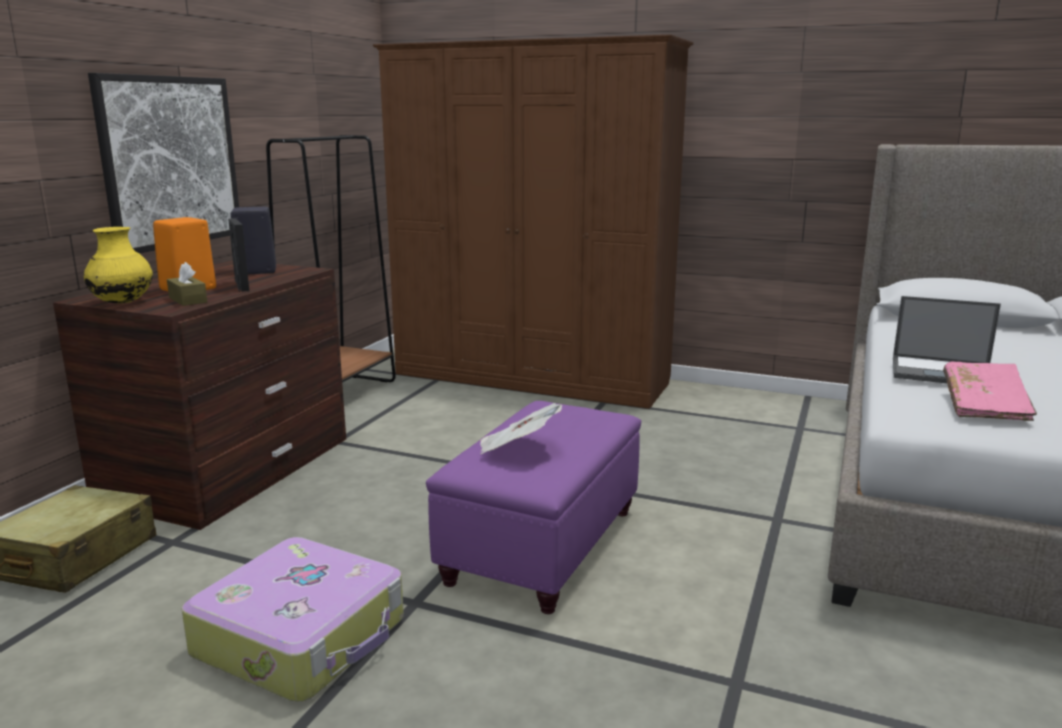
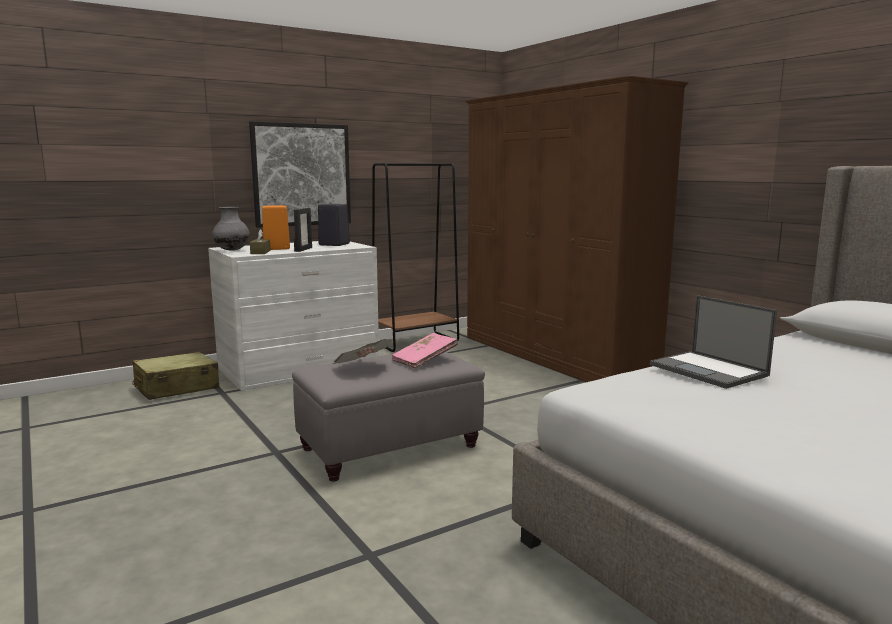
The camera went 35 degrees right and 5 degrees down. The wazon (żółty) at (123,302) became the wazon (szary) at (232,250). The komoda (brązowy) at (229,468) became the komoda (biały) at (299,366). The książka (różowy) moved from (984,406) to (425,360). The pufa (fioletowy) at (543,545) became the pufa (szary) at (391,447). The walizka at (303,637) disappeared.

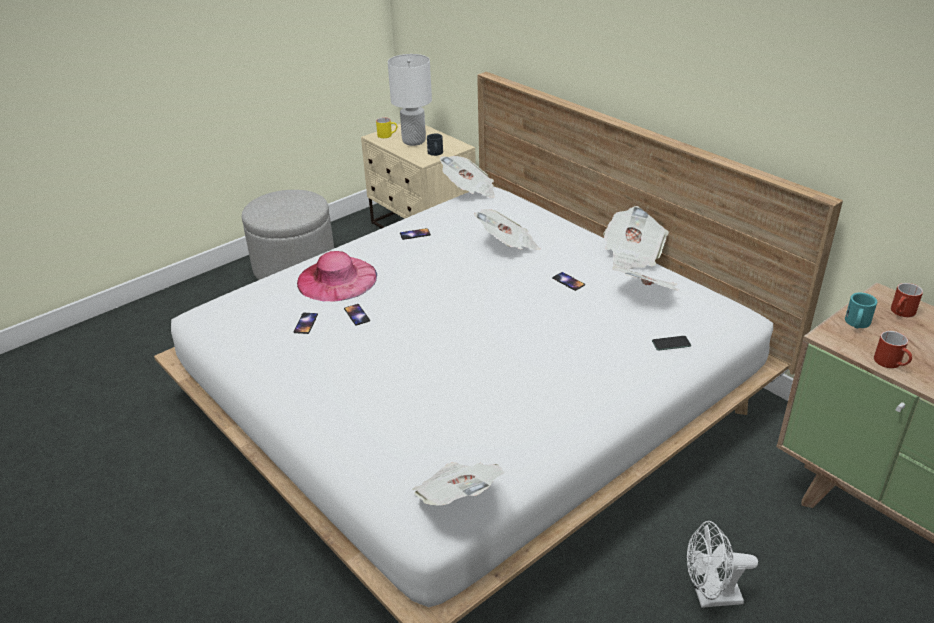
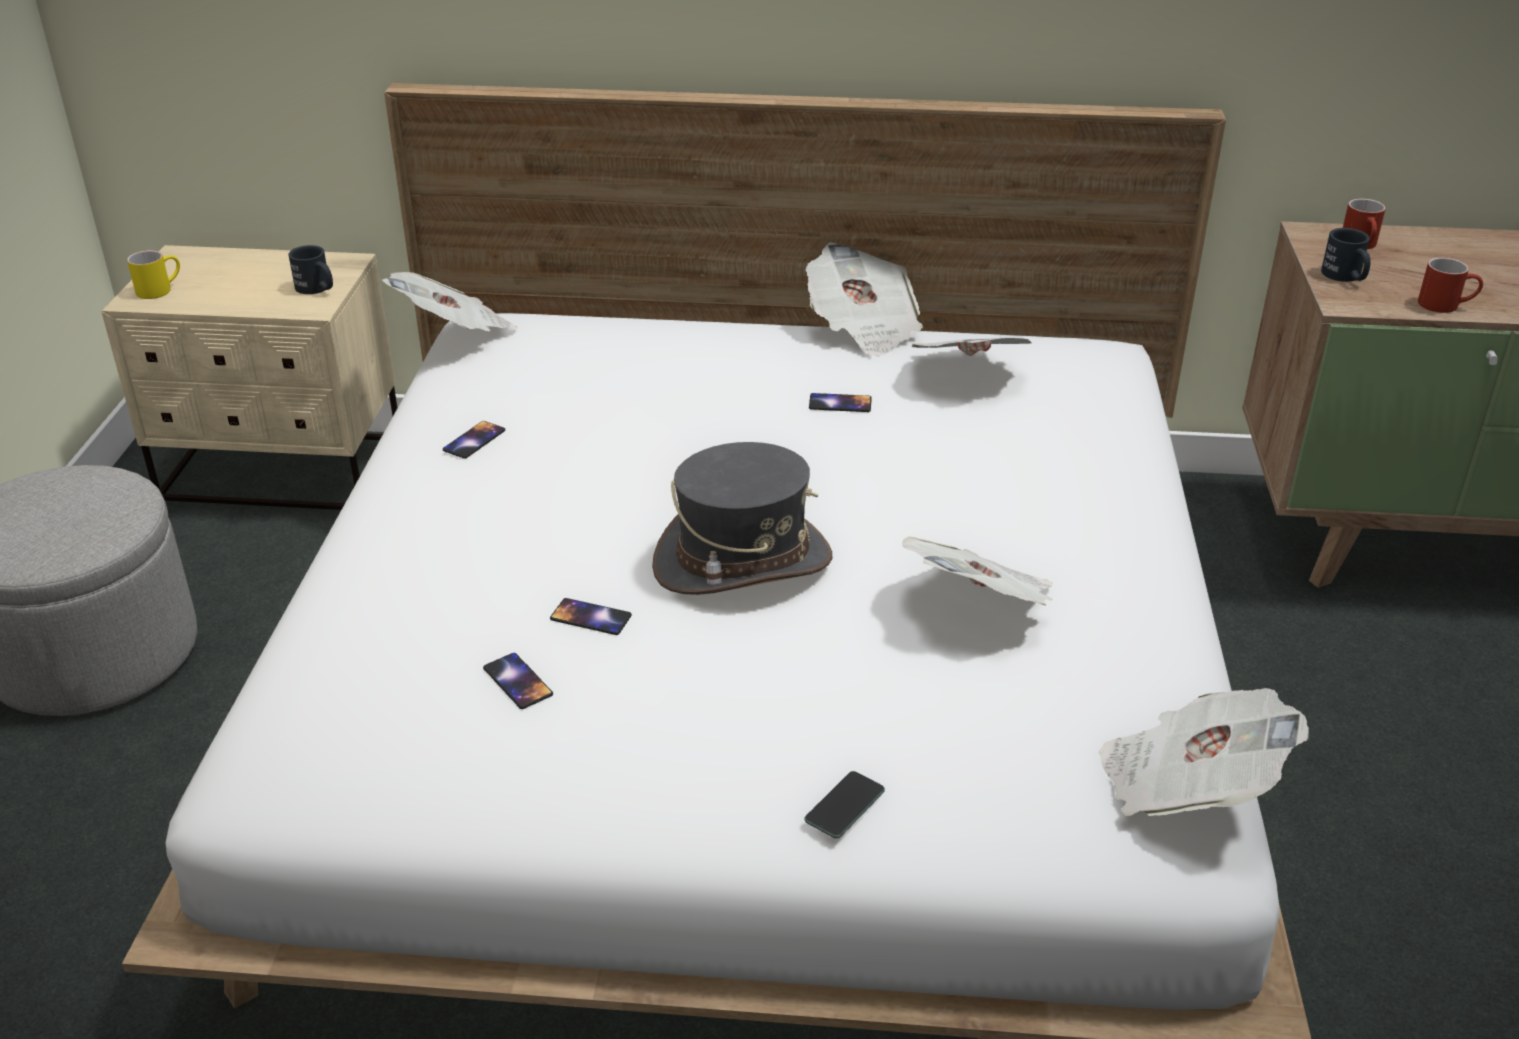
The camera went 45 degrees left and 0 degrees up. The lampa stołowa (biały) at (414,143) disappeared. The gazeta moved from (508,245) to (981,604). The kapelusz (różowy) at (337,279) disappeared. The kubek (turkusowy) at (857,324) became the kubek (czarny) at (1345,277). The telefon moved from (671,343) to (844,805). The wentylator (biały) at (710,597) disappeared. The kapelusz (szary) at (742,562) appeared.

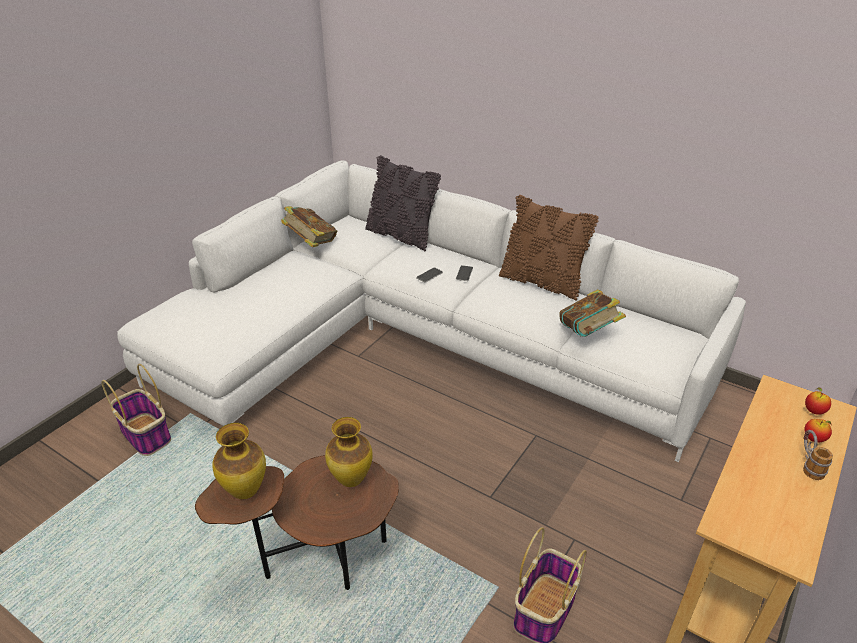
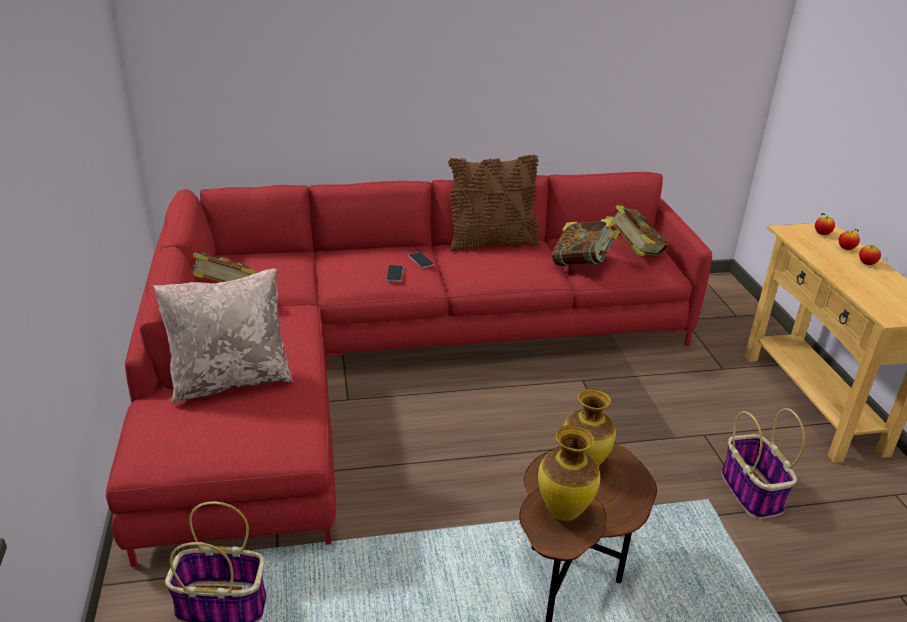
The camera went 45 degrees left and 5 degrees down. The poduszka (czarny) at (401,236) disappeared. The kanapa (biały) at (414,343) became the kanapa (czerwony) at (385,362). The kubek at (808,465) was replaced by the jabłko at (866,264). The książka at (633,252) appeared. The poduszka (beżowy) at (231,380) appeared.

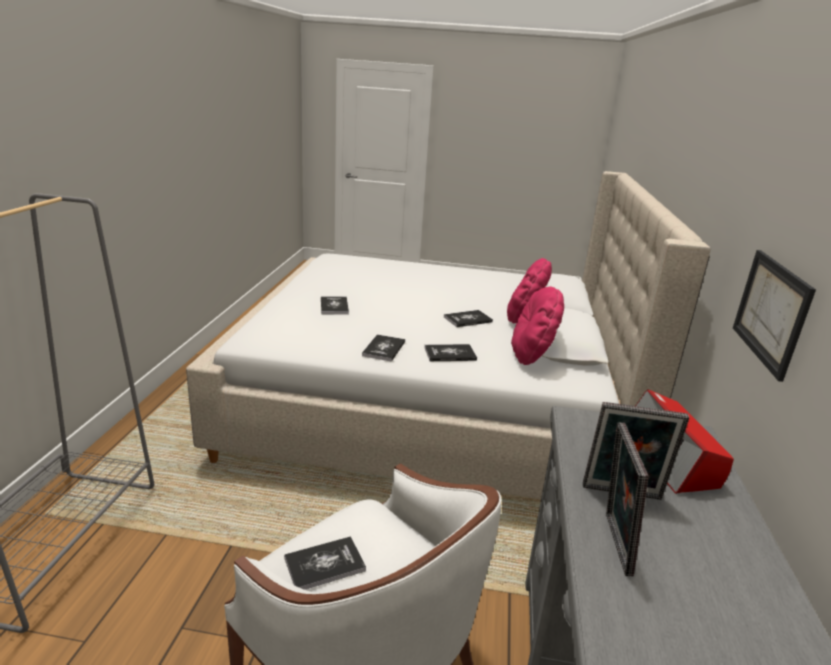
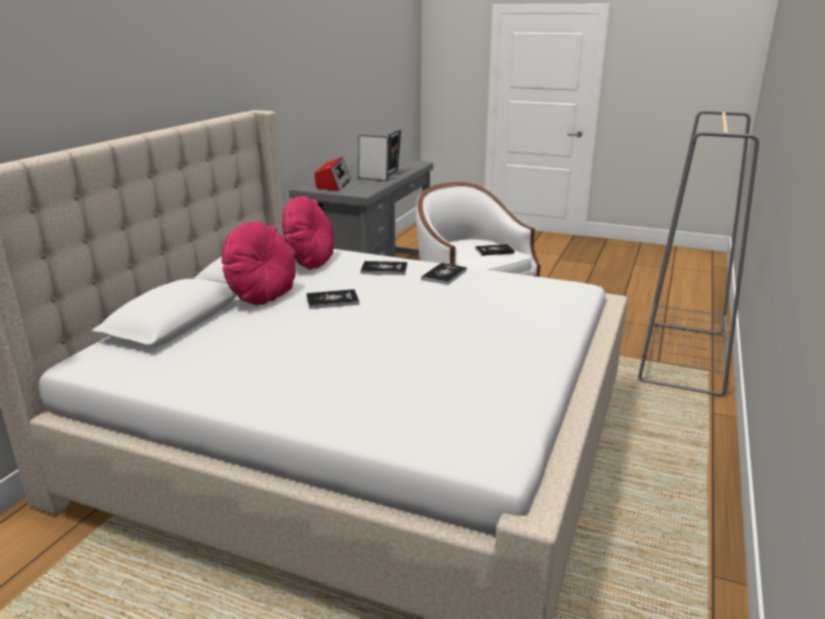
The camera went 165 degrees left and 0 degrees up. The obraz at (771,311) disappeared. The książka at (334,306) disappeared.

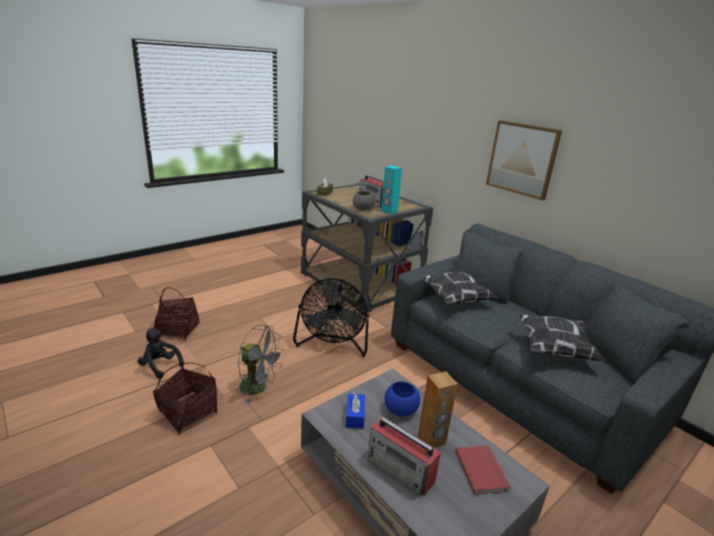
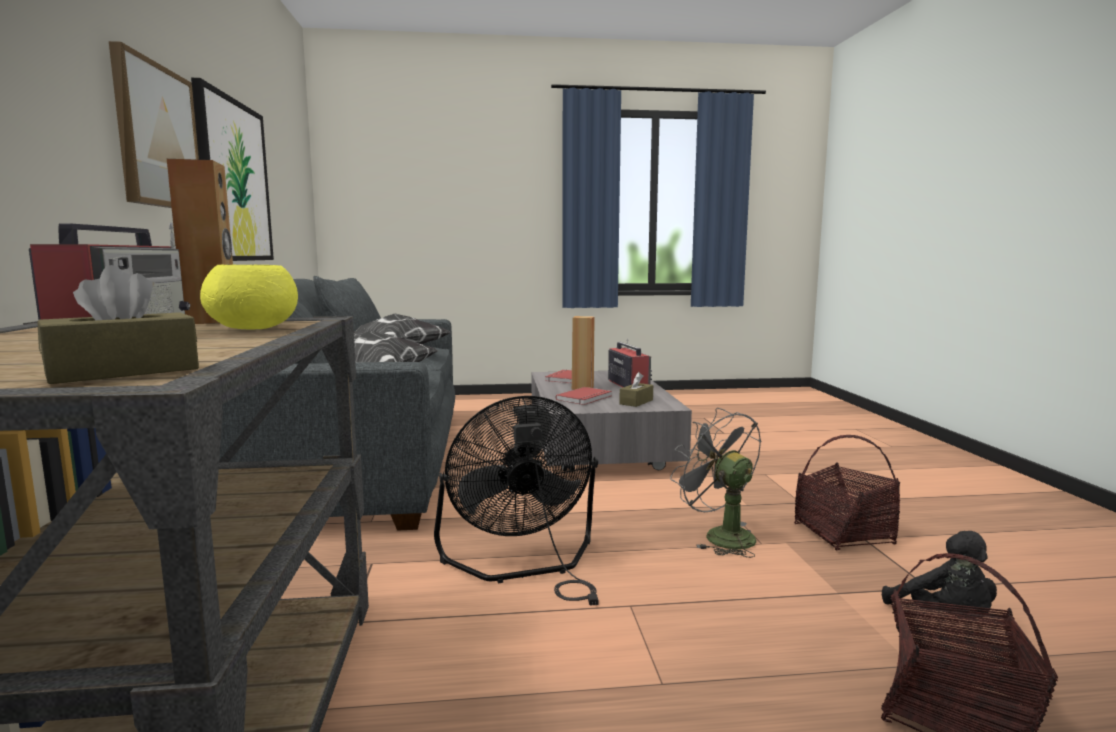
The camera went 145 degrees left and 15 degrees down. The głośnik (turkusowy) at (389,211) became the głośnik (brązowy) at (212,321). The miska (szary) at (362,209) became the miska (żółty) at (255,328). The wentylator (czarny) at (330,343) turned 60 degrees counterclockwise. The miska (niebieski) at (400,410) was replaced by the książka (czerwony) at (585,398). The pudełko chusteczek (niebieski) at (355,416) became the pudełko chusteczek (brązowy) at (636,402). The obraz at (234,181) appeared.

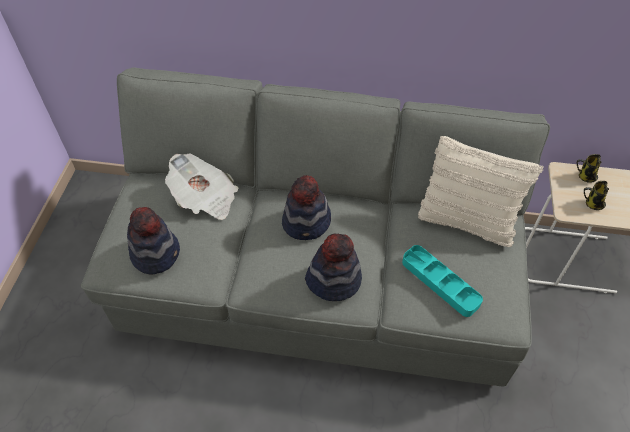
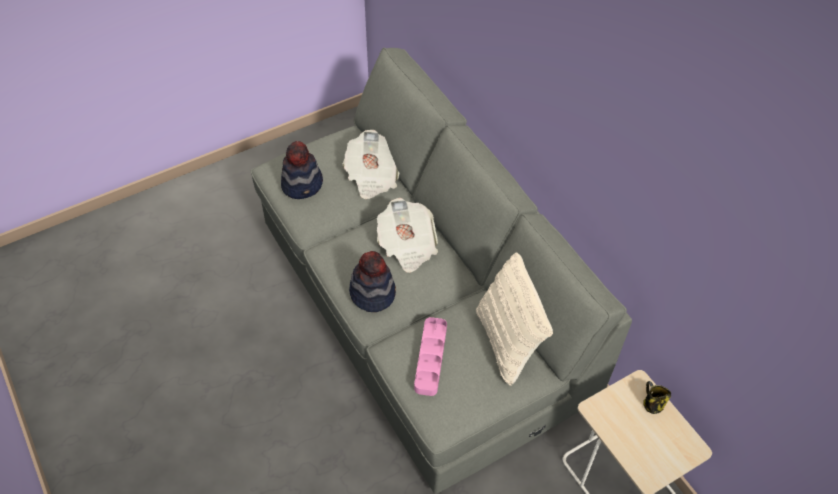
The camera went 50 degrees right and 0 degrees up. The kapelusz at (307,222) was replaced by the gazeta at (407,246). The kubek at (592,204) disappeared. The taca (turkusowy) at (440,283) became the taca (różowy) at (430,358).

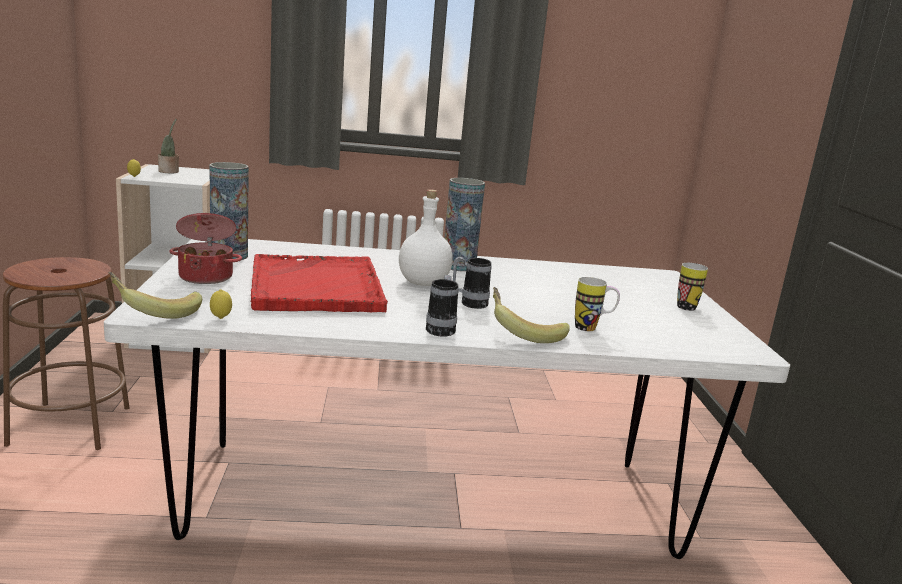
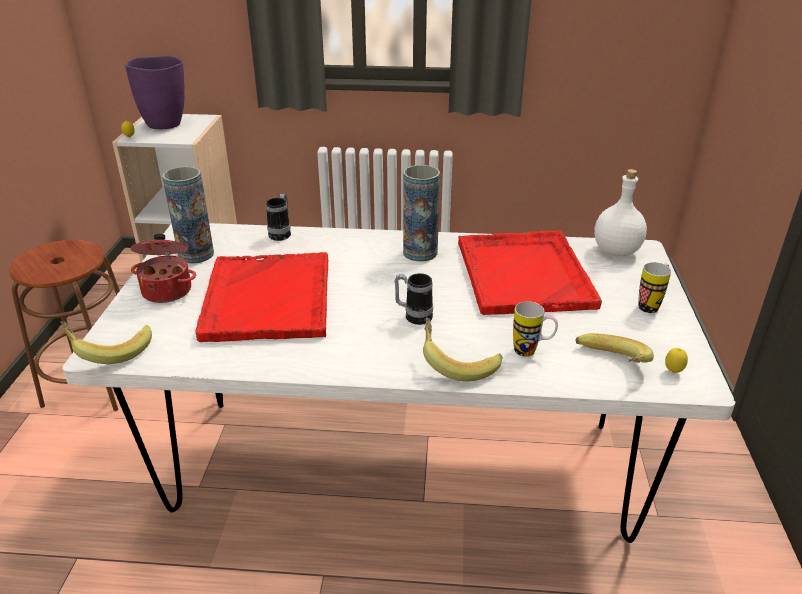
The camera went 10 degrees right and 15 degrees up. The roślina doniczkowa at (169,172) was replaced by the wazon (fioletowy) at (165,124). The butelka (biały) moved from (424,283) to (617,251). The kubek moved from (441,329) to (281,233). The cytryna moved from (221,318) to (673,372). The taca (czerwony) at (523,273) appeared. The banan at (610,366) appeared.

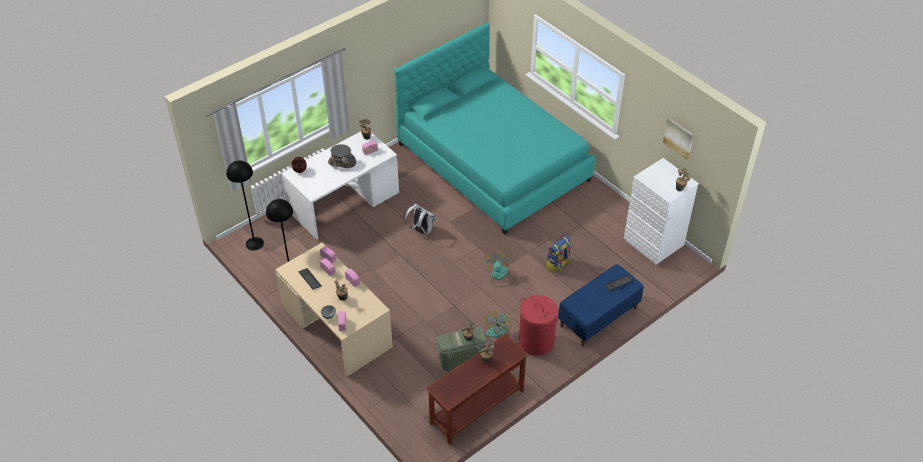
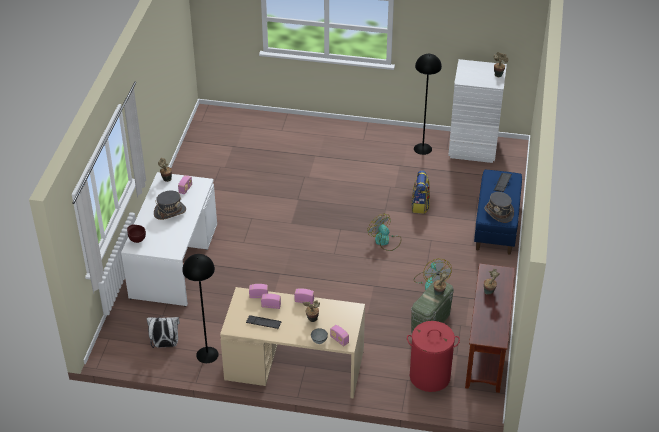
The camera went 40 degrees left and 5 degrees down. The łóżko (turkusowy) at (493,162) disappeared. The obraz at (679,138) disappeared. The lampa stojąca (czarny) moved from (254,243) to (422,149). The plecak (biały) moved from (421,230) to (165,345). The kosz na pranie (czerwony) moved from (536,341) to (429,376). The kapelusz (szary) at (499,213) appeared.

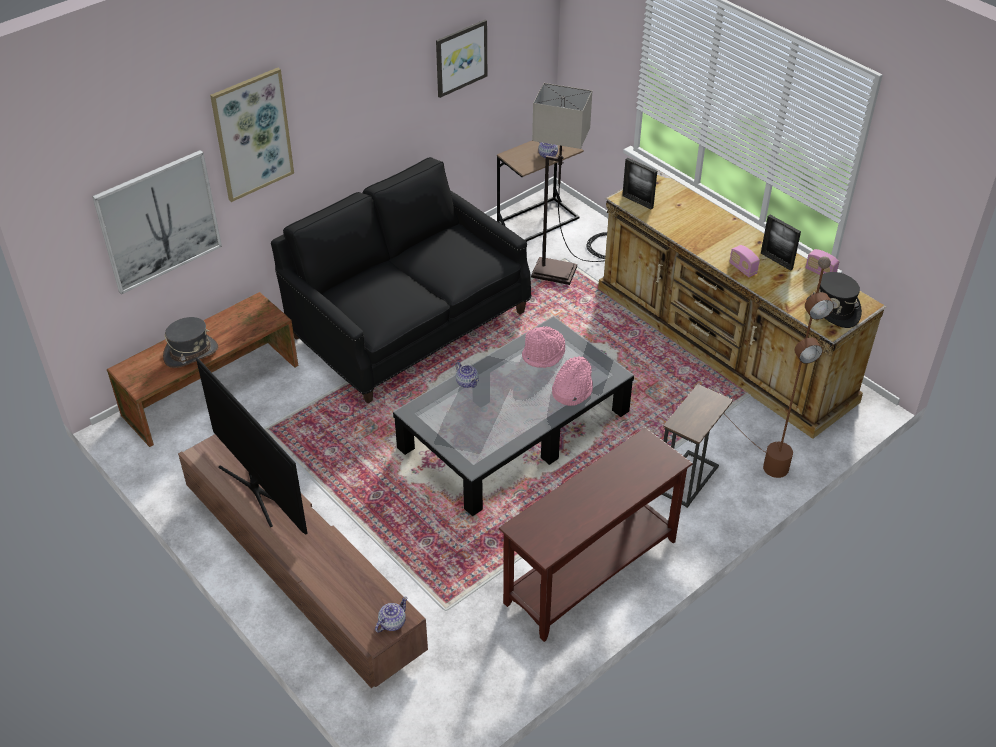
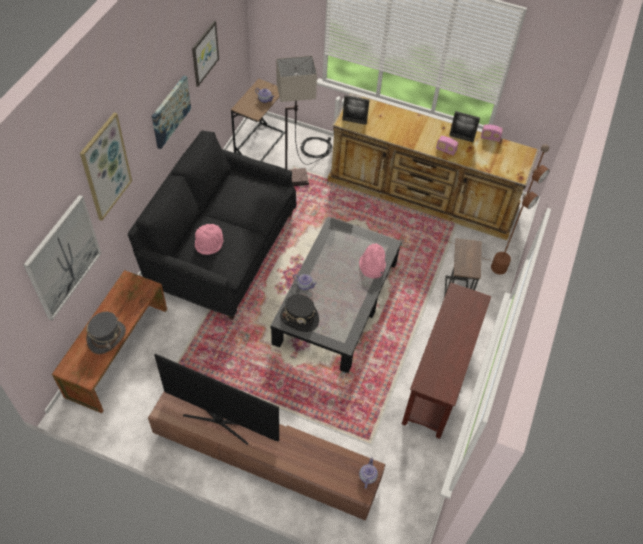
The camera went 30 degrees left and 10 degrees up. The kapelusz (czarny) moved from (833,310) to (299,318). The kapelusz (różowy) moved from (543,355) to (209,243). The obraz at (170,111) appeared.

